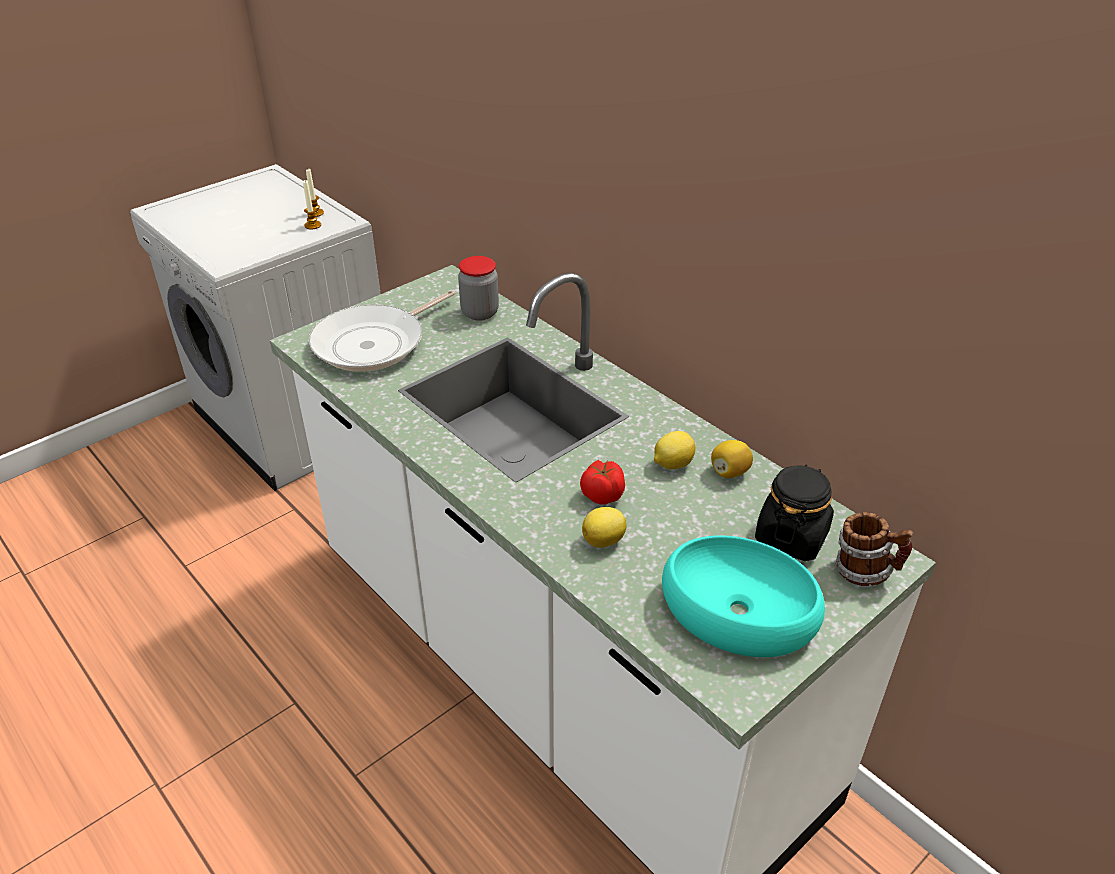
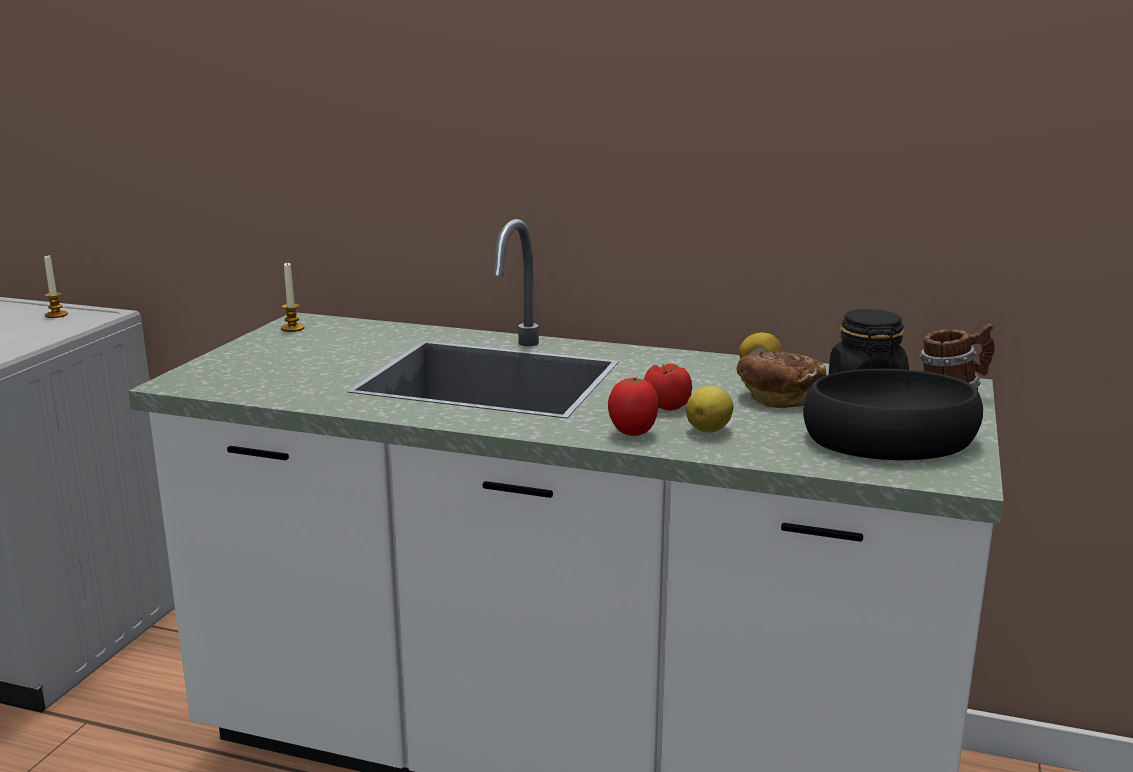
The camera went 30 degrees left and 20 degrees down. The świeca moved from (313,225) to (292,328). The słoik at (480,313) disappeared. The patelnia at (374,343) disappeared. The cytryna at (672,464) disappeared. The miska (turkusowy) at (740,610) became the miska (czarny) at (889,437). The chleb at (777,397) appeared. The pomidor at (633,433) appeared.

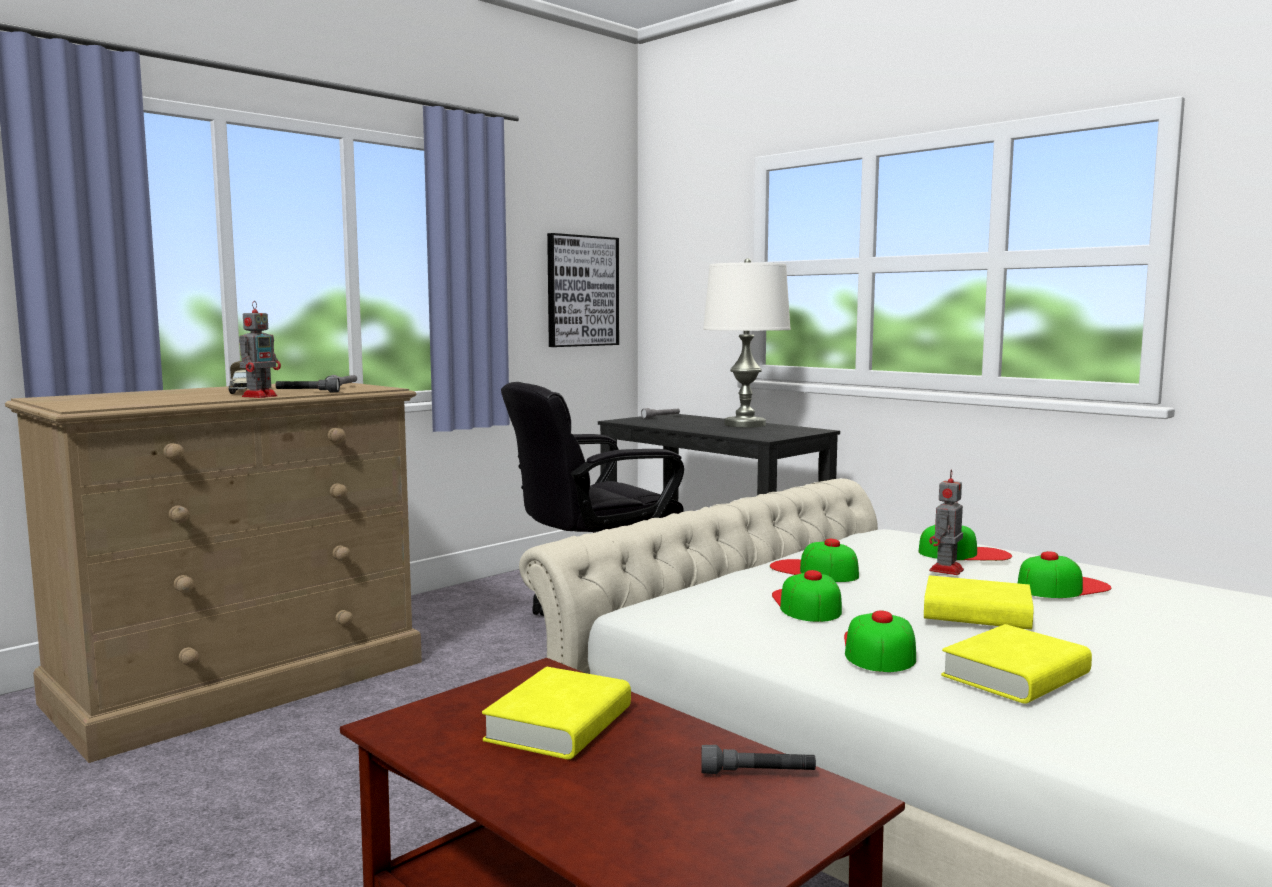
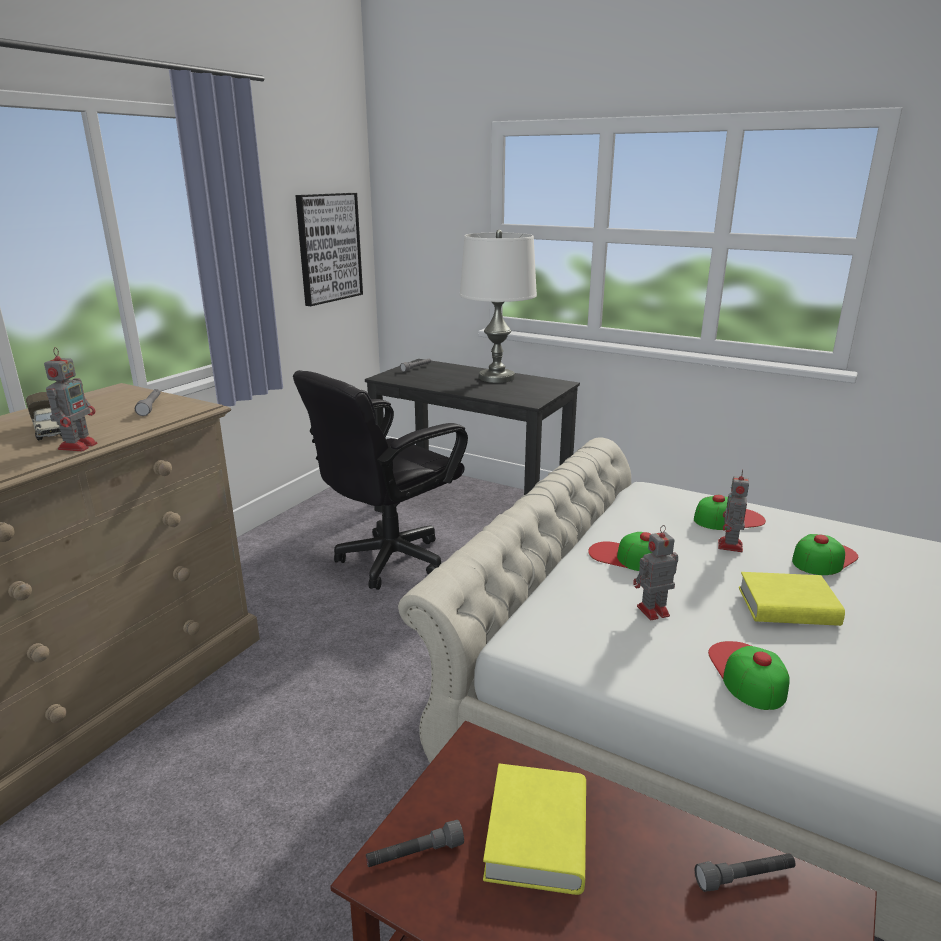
The camera went 15 degrees left and 15 degrees up. The latarka (szary) moved from (307,392) to (415,854). The czapka z daszkiem at (806,604) was replaced by the robot zabawkowy at (651,611). The książka (żółty) at (1015,675) disappeared.

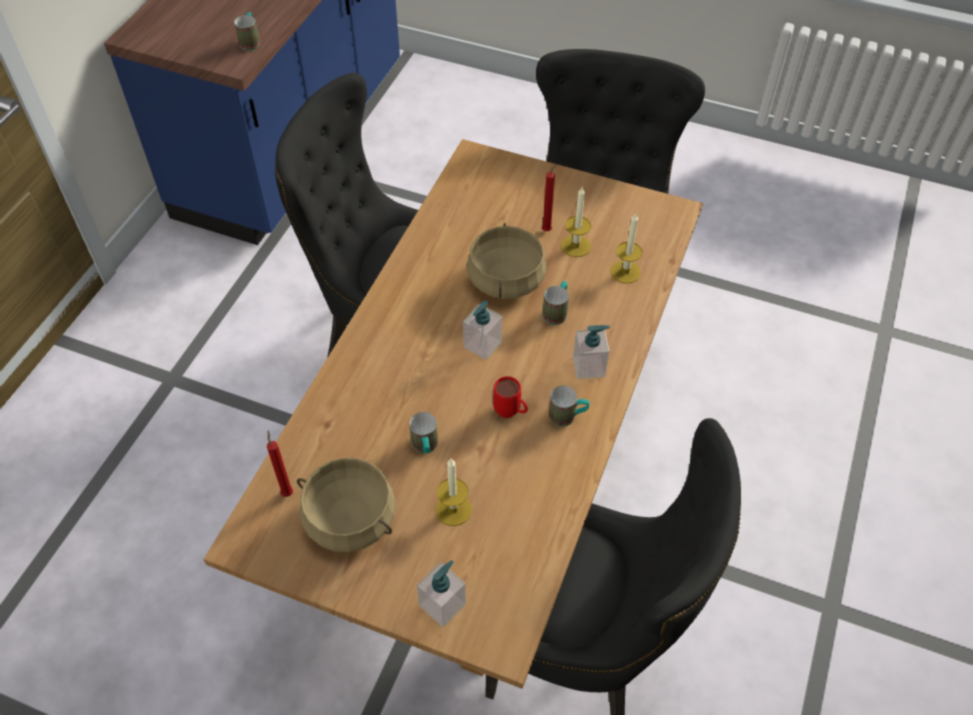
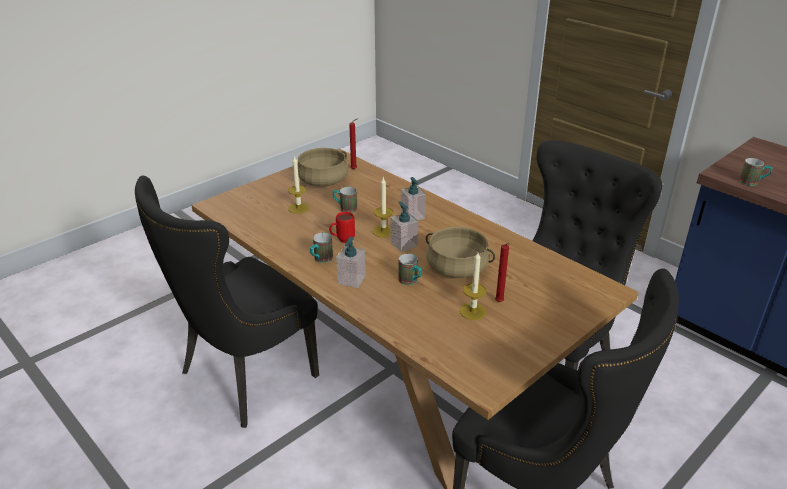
The camera went 115 degrees right and 20 degrees down. The świeca moved from (625,272) to (383,231). The dozownik mydła moved from (442,604) to (412,216).

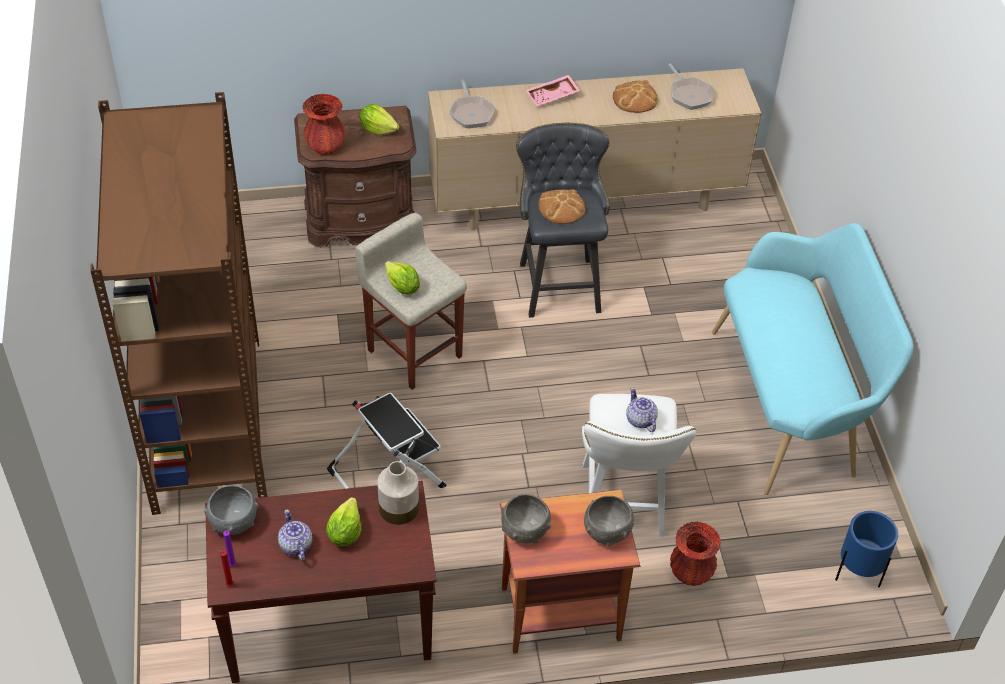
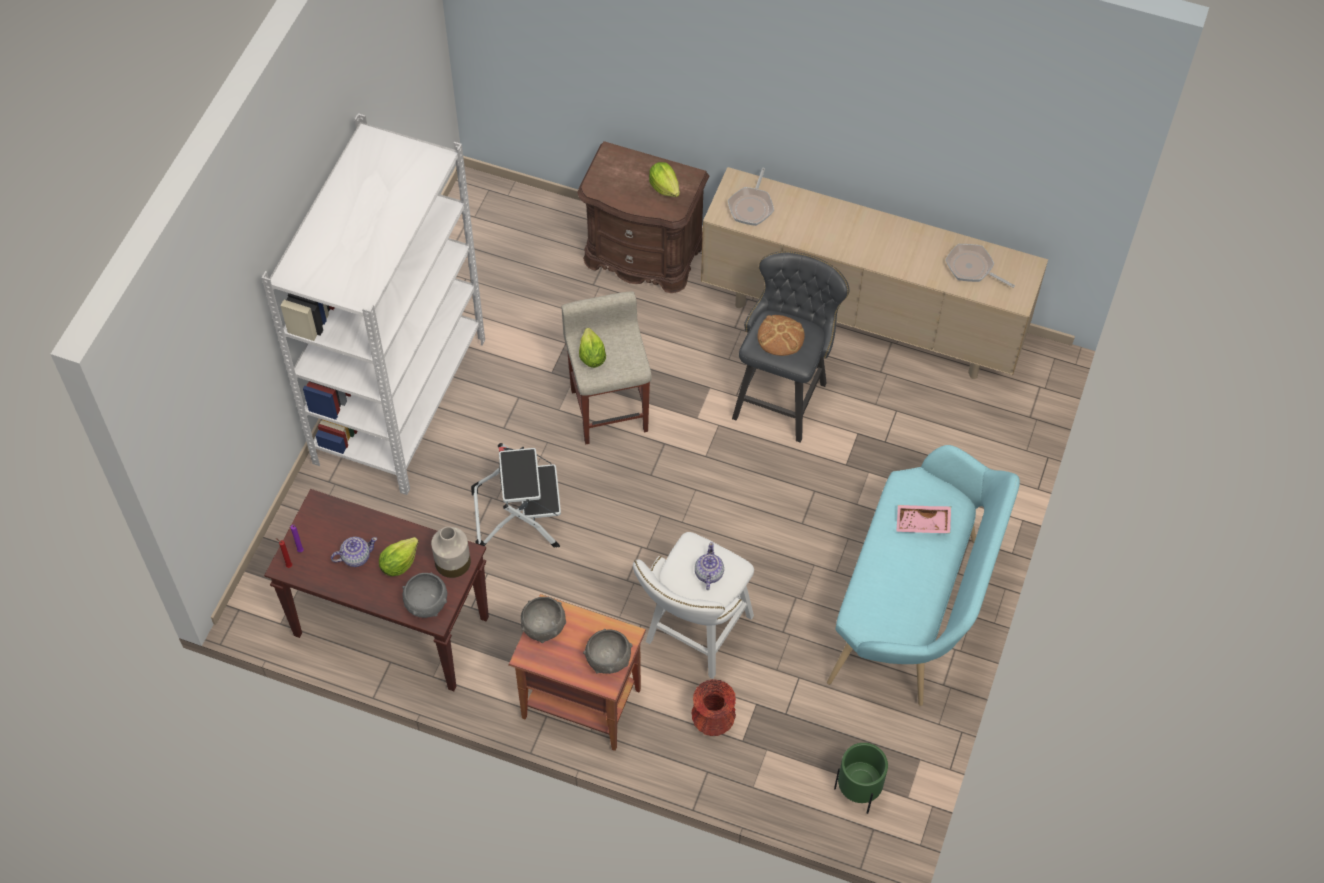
The camera went 30 degrees right and 10 degrees up. The patelnia at (689,94) turned 120 degrees clockwise. The taca (różowy) moved from (552,96) to (922,524). The chleb at (635,99) disappeared. The regał (brązowy) at (208,423) became the regał (biały) at (400,400). The wazon (czerwony) at (325,147) disappeared. The miska (szary) moved from (234,522) to (426,604). The imbryk at (295,546) turned 60 degrees clockwise. The donica (niebieski) at (857,573) became the donica (zielony) at (858,792).

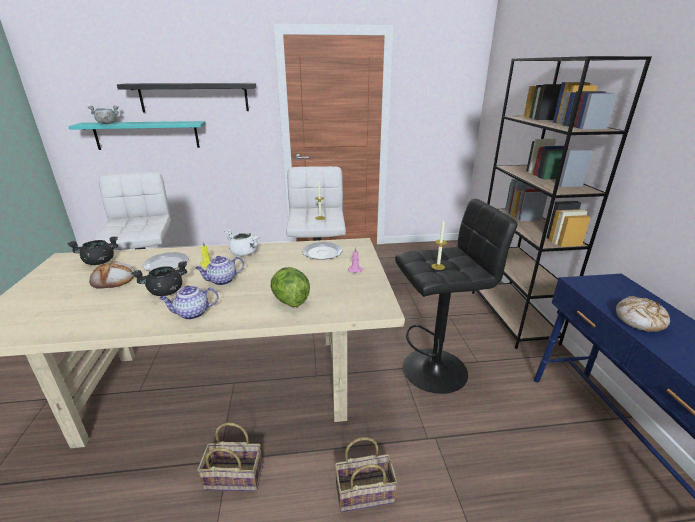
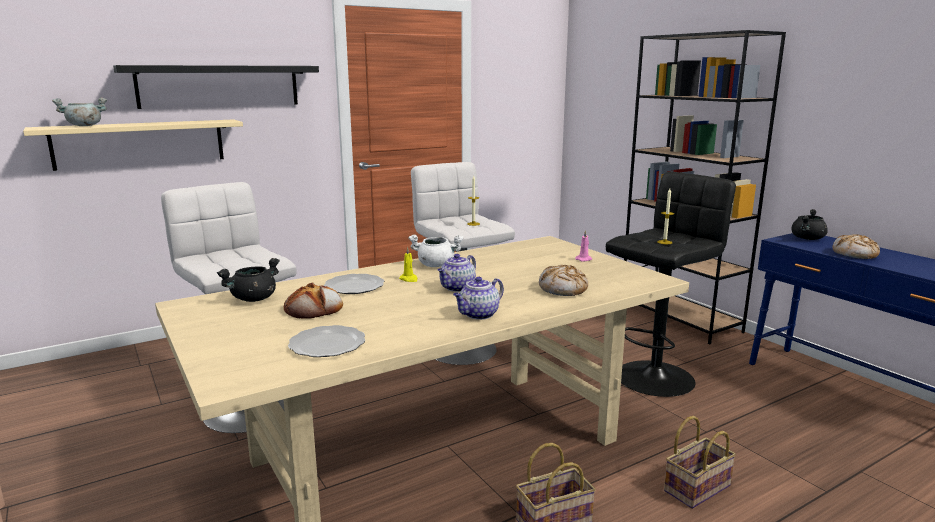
The camera went 25 degrees left and 10 degrees down. The półka (turkusowy) at (147,135) became the półka (beżowy) at (140,143). The talerz moved from (322,252) to (328,344). The garnek (czarny) moved from (166,292) to (807,239). The sałata at (289,301) was replaced by the chleb at (563,289).

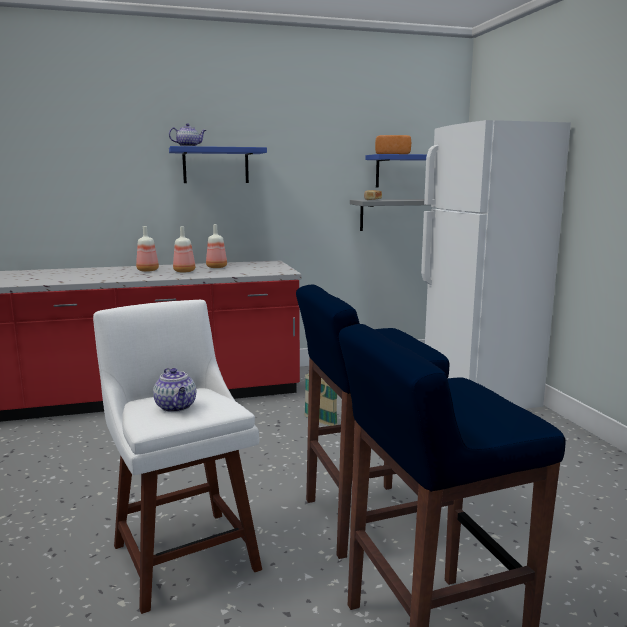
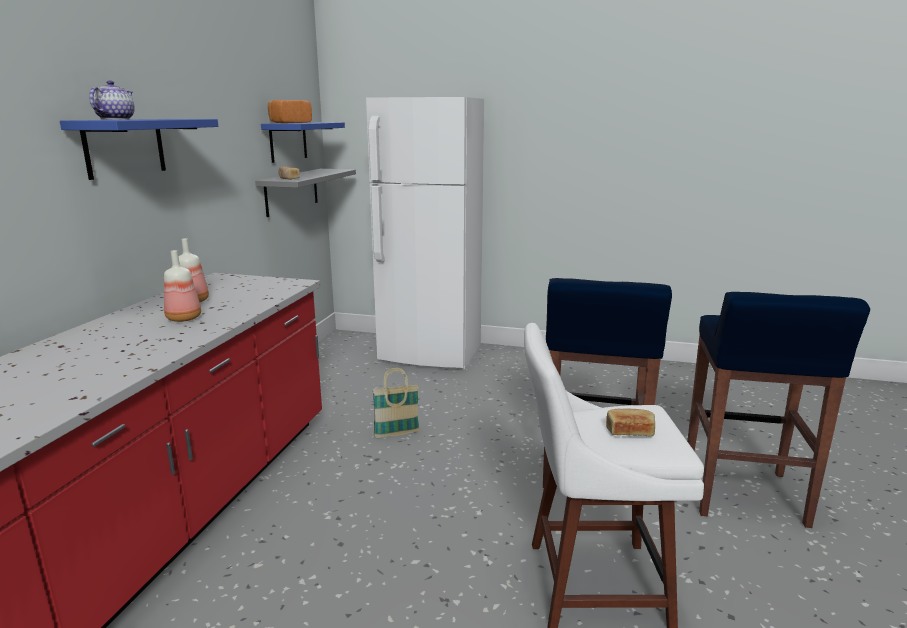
The camera went 60 degrees left and 5 degrees up. The butelka at (148,270) disappeared. The imbryk at (176,407) was replaced by the chleb at (629,431).

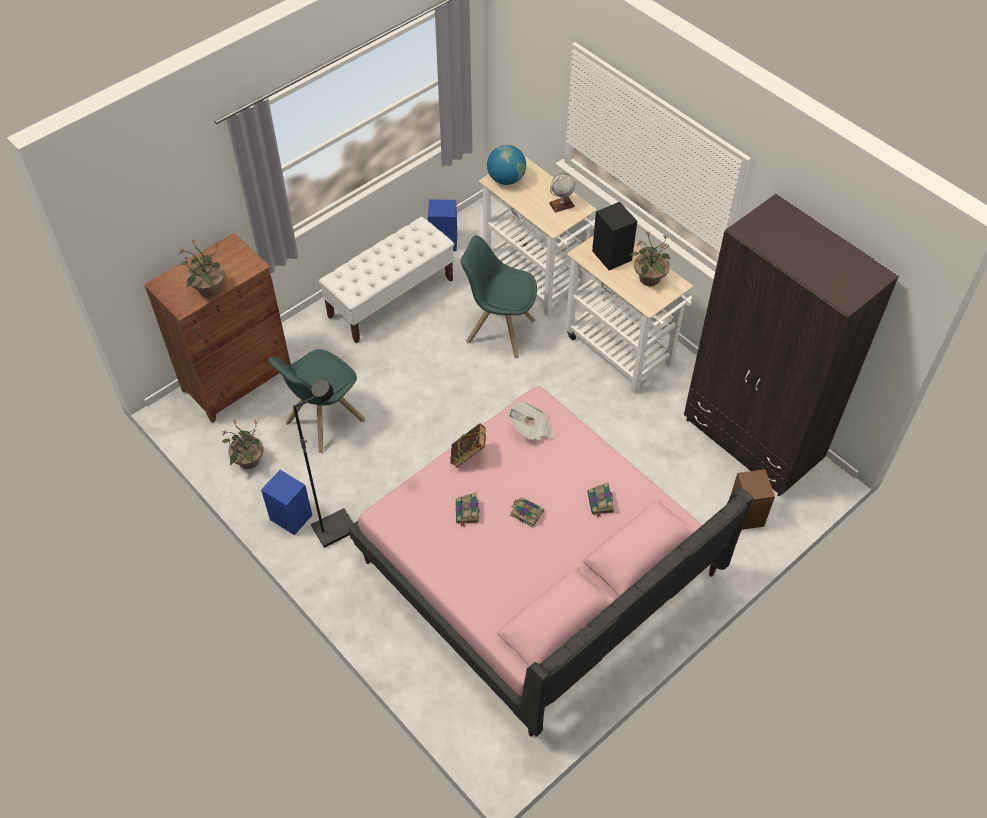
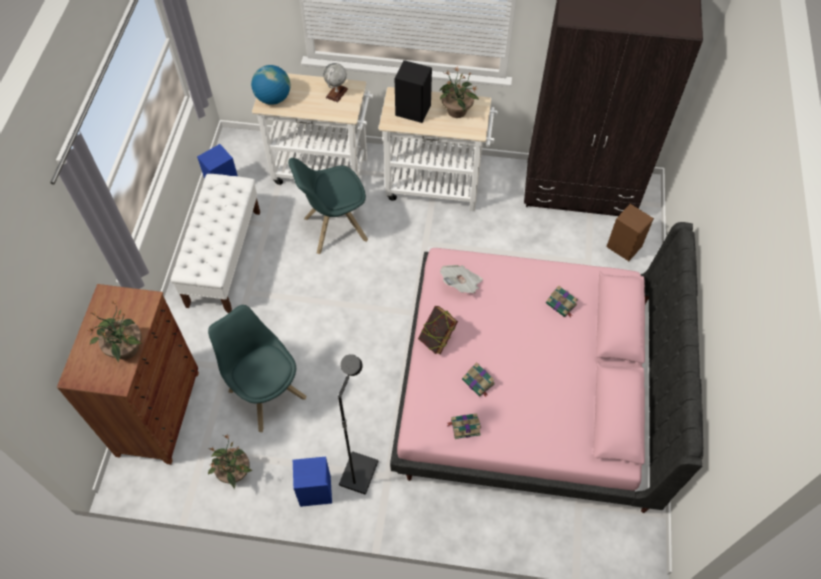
The camera went 40 degrees left and 5 degrees up. The krzesło (turkusowy) at (324,421) turned 135 degrees clockwise. The książka moved from (526,512) to (464,427).

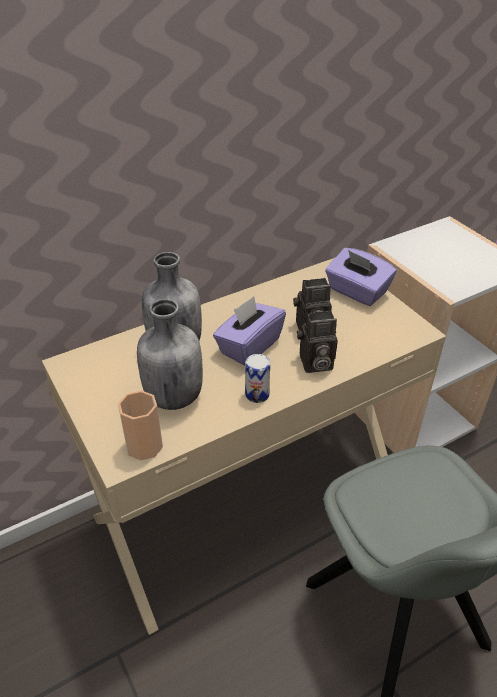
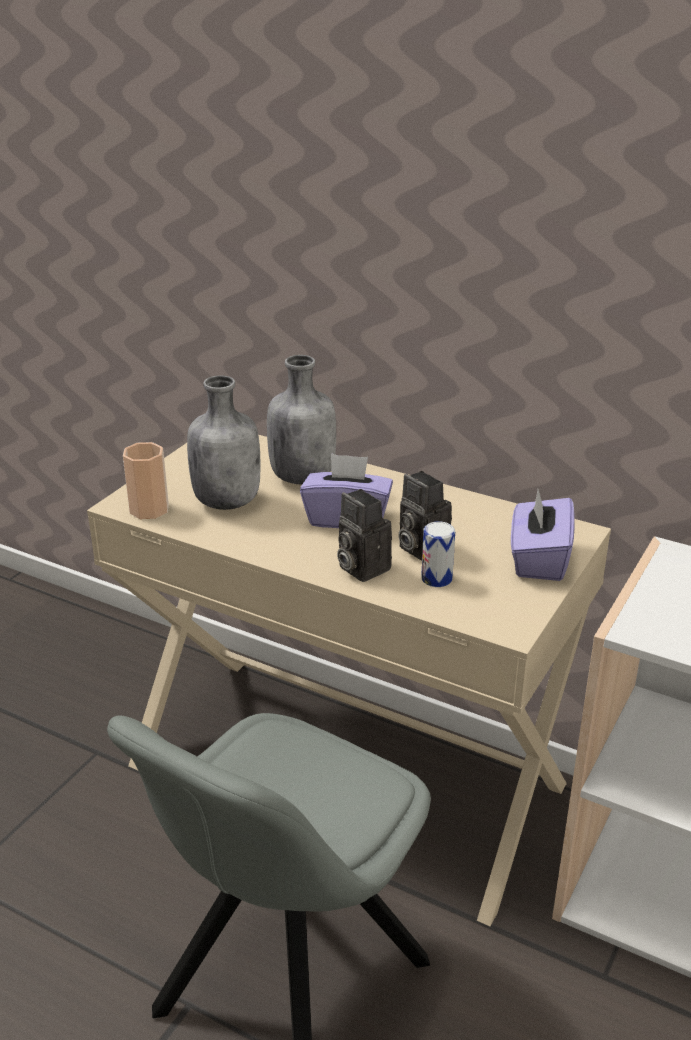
The camera went 60 degrees right and 10 degrees down. The puszka moved from (257,394) to (436,578).

